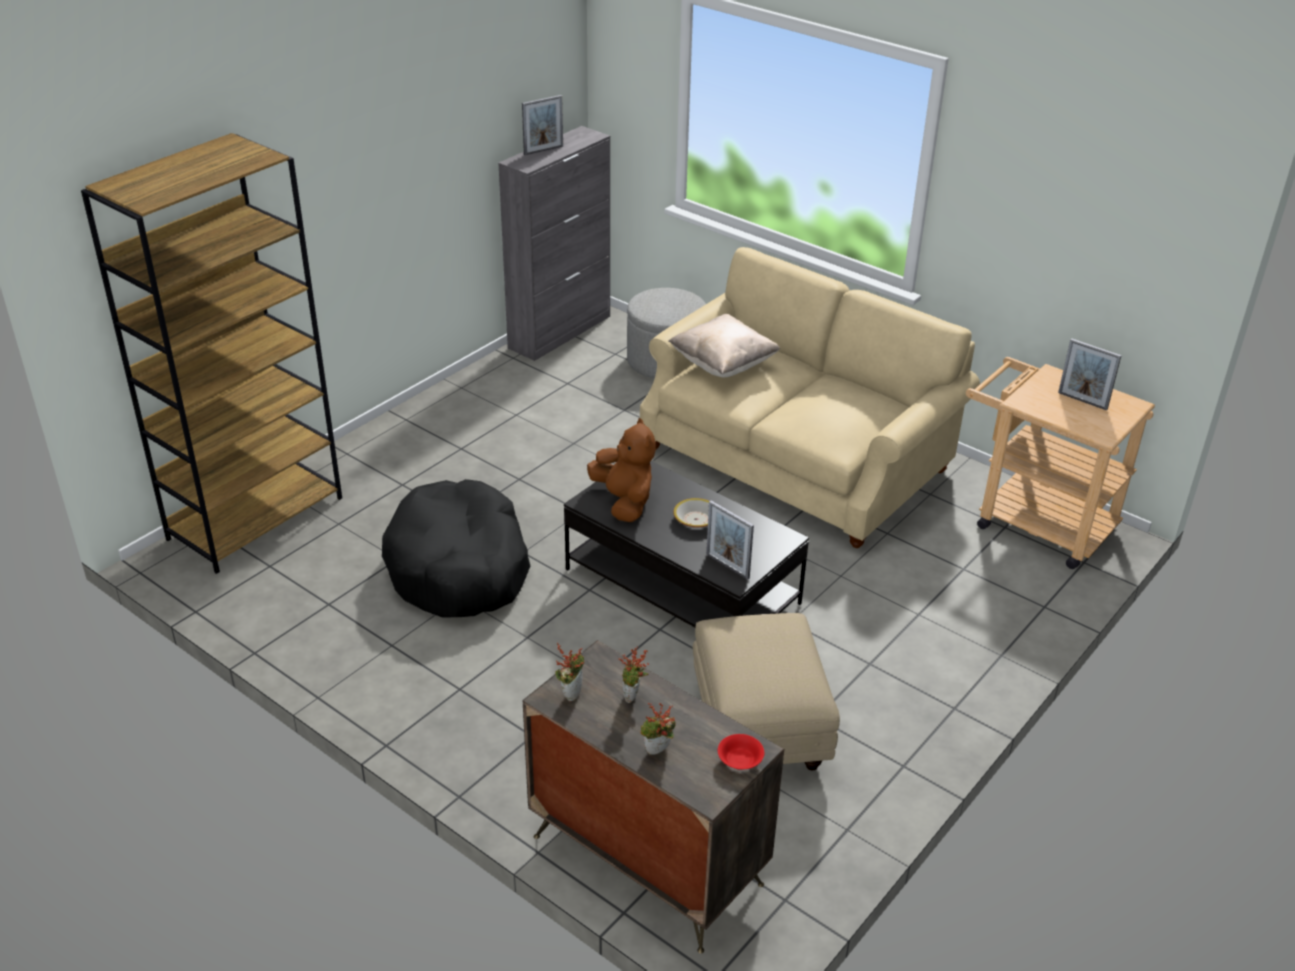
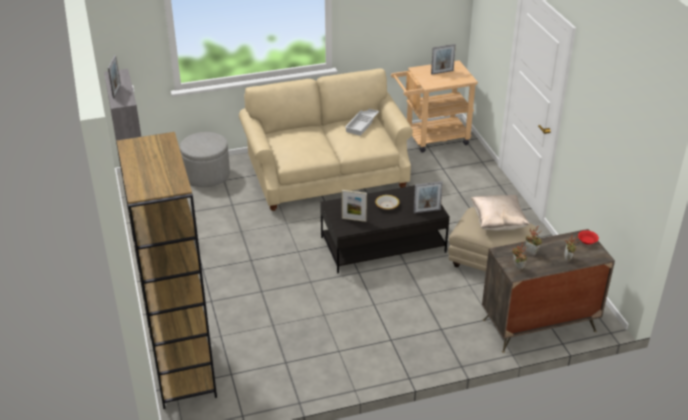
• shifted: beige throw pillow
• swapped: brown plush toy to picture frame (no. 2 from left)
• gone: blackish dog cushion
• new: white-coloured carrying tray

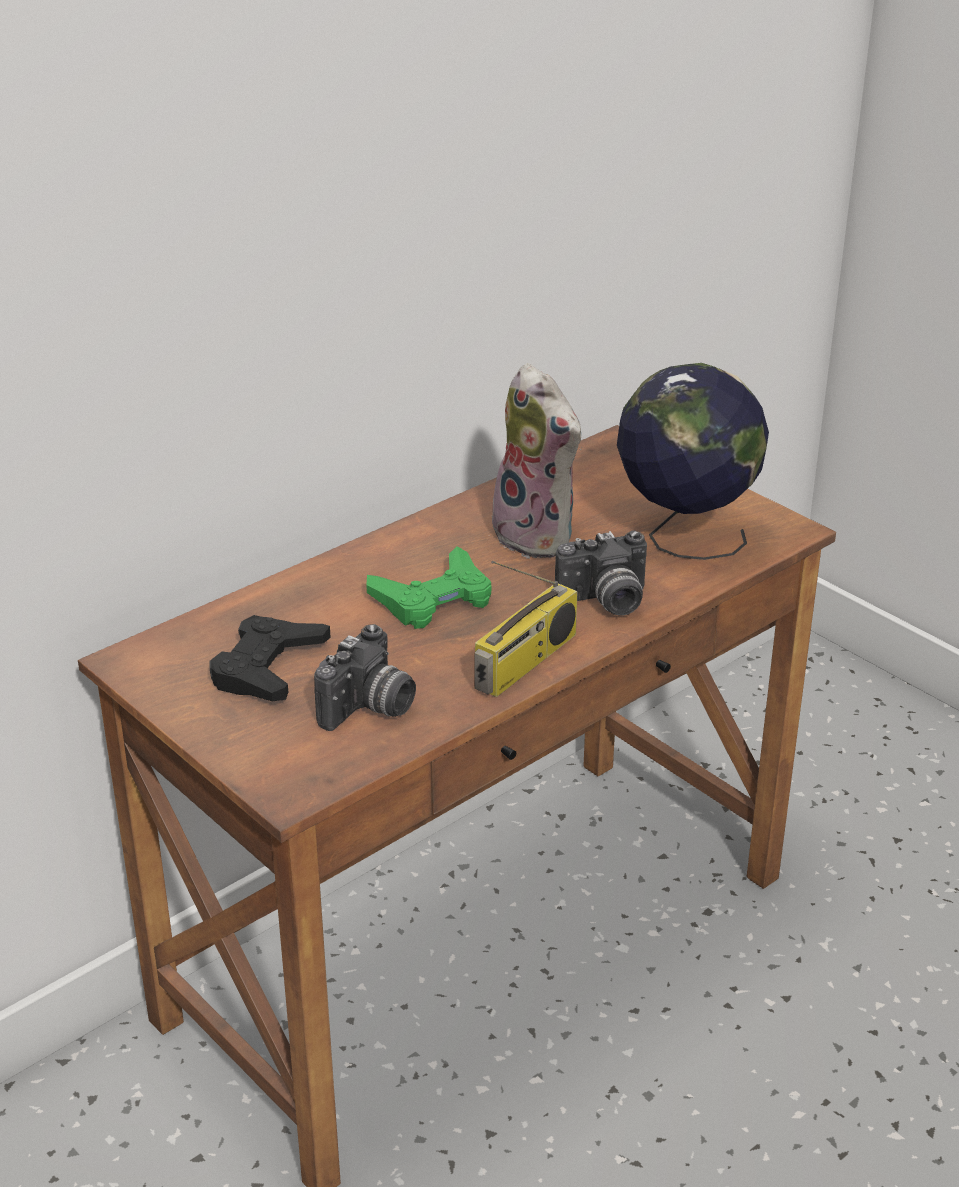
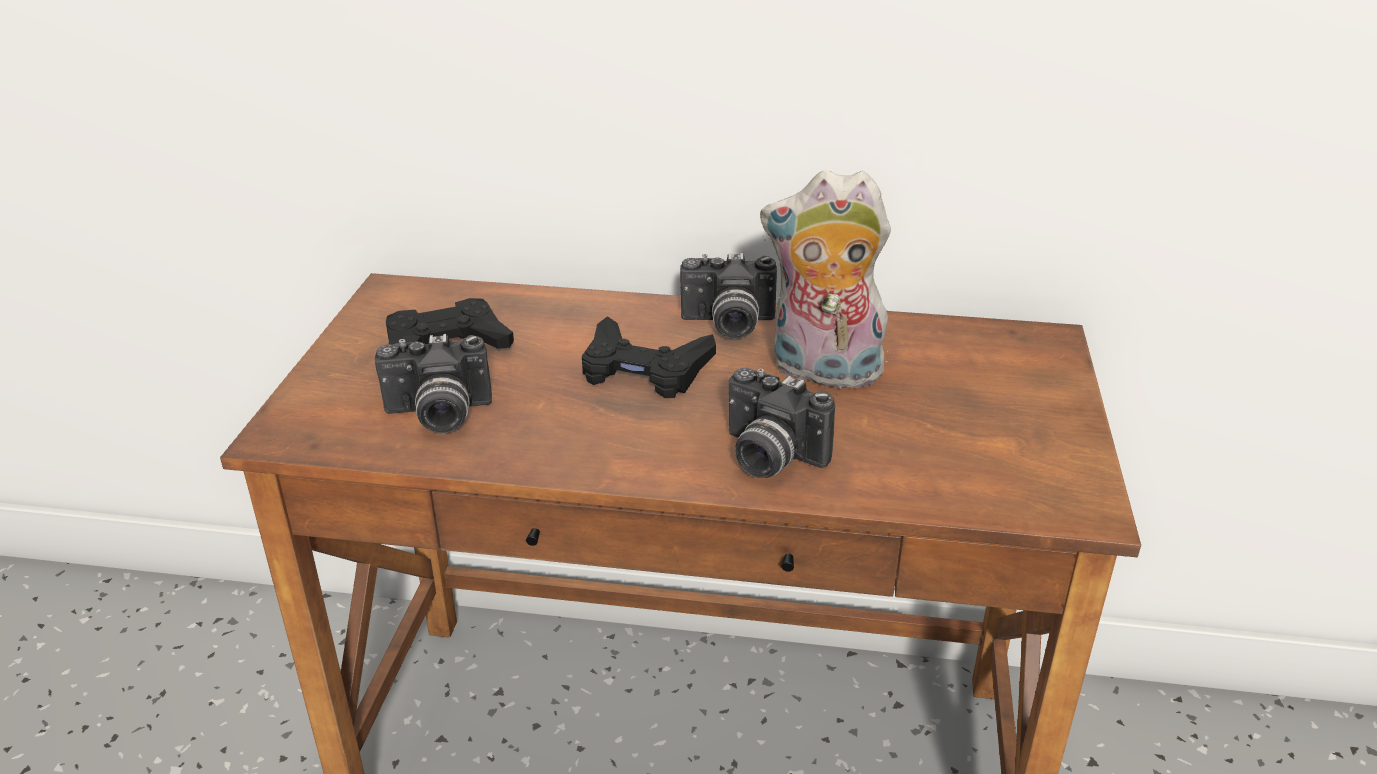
• rotated: plush toy 90 degrees clockwise
• gone: world globe
• repainted: green joypad to blackish joypad (no. 2 from left)
• gone: radio
• new: photo camera (no. 2 from left)

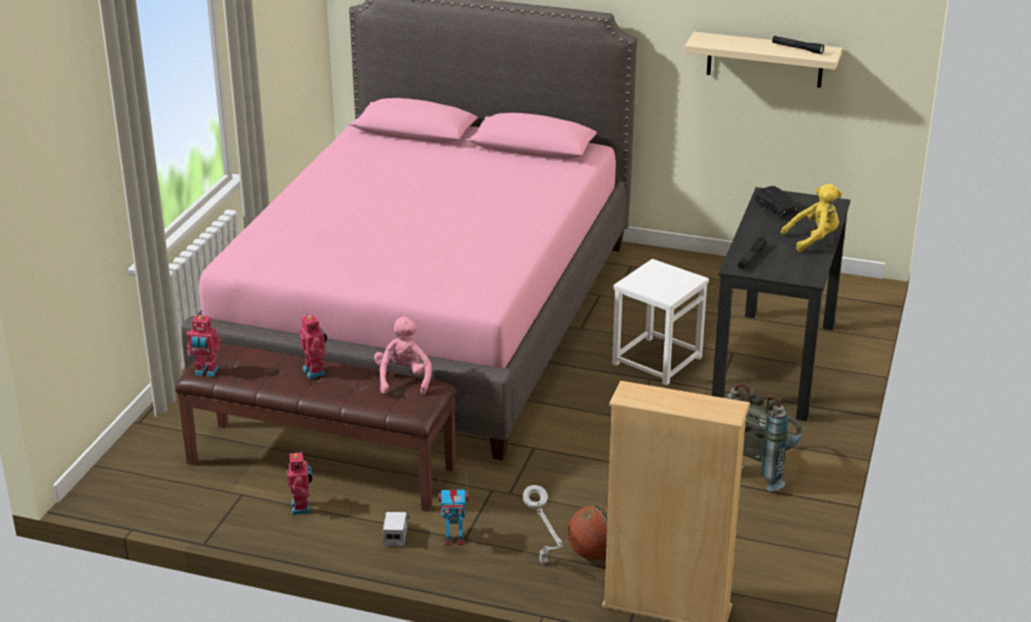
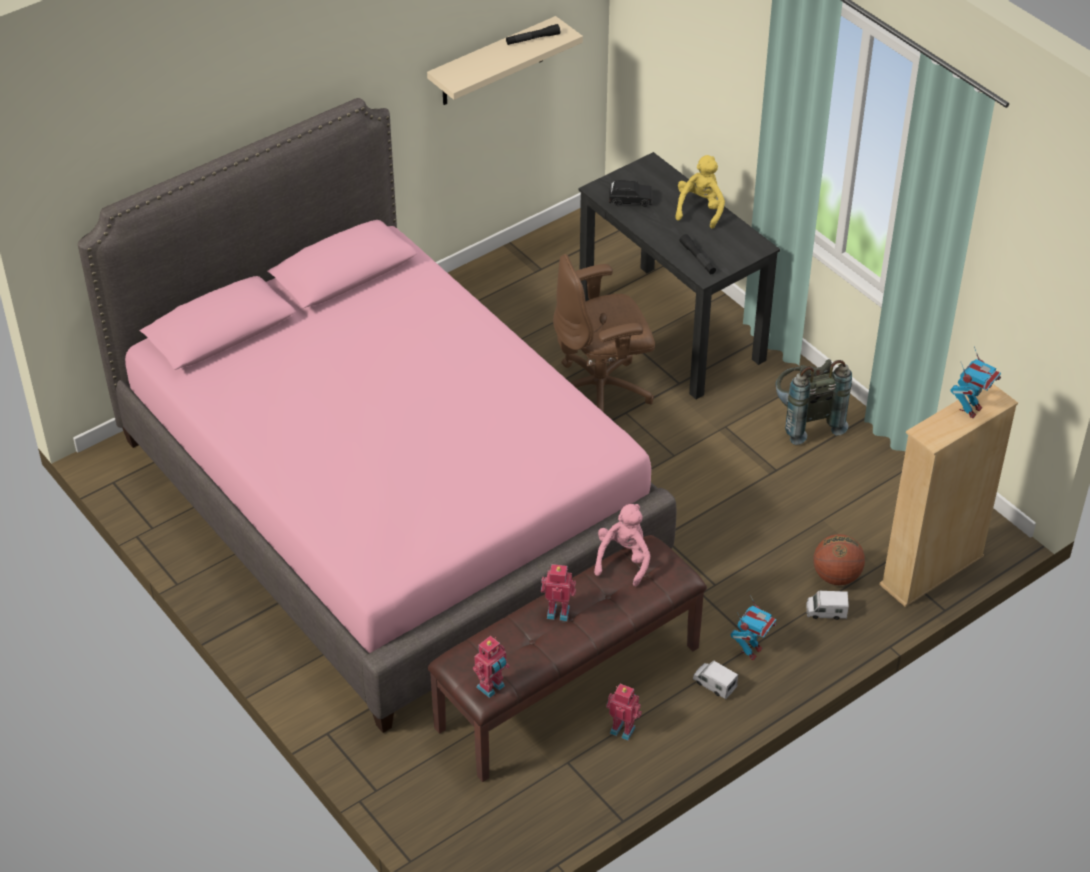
• swapped: white-coloured sitting stool to brown computer chair
• rotated: pink plush toy 75 degrees clockwise
• swapped: grey tabletop lamp to toy truck (no. 2 from left)
• new: robot figure (no. 5 from left)

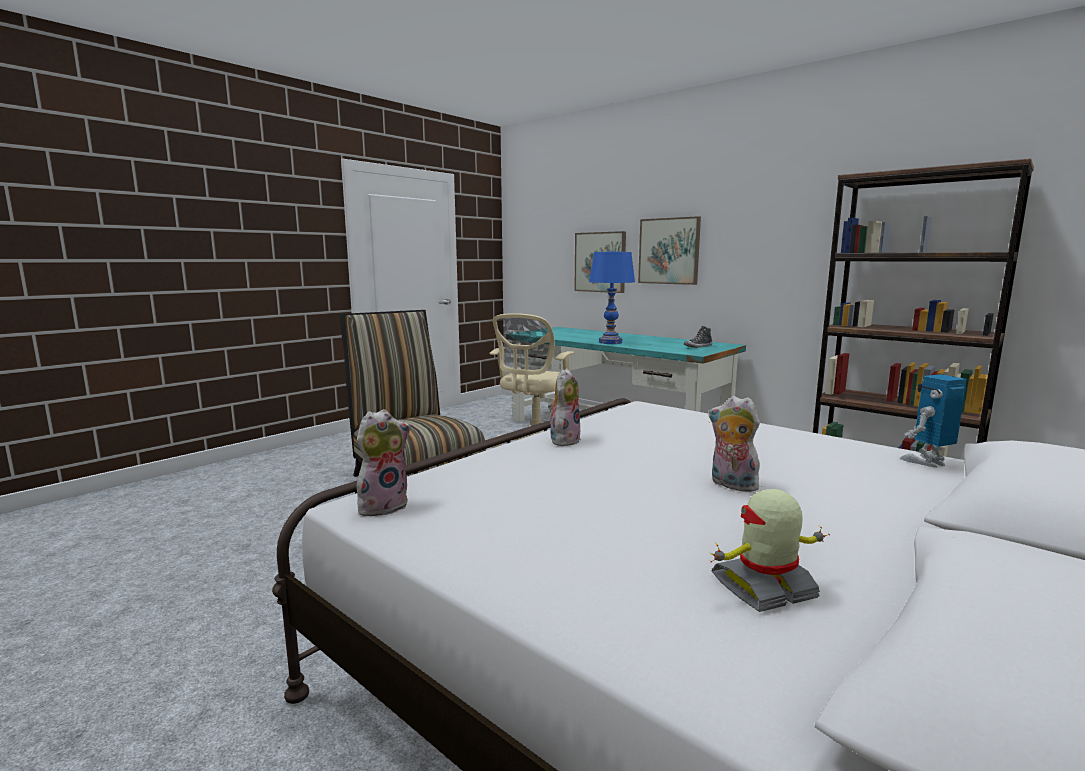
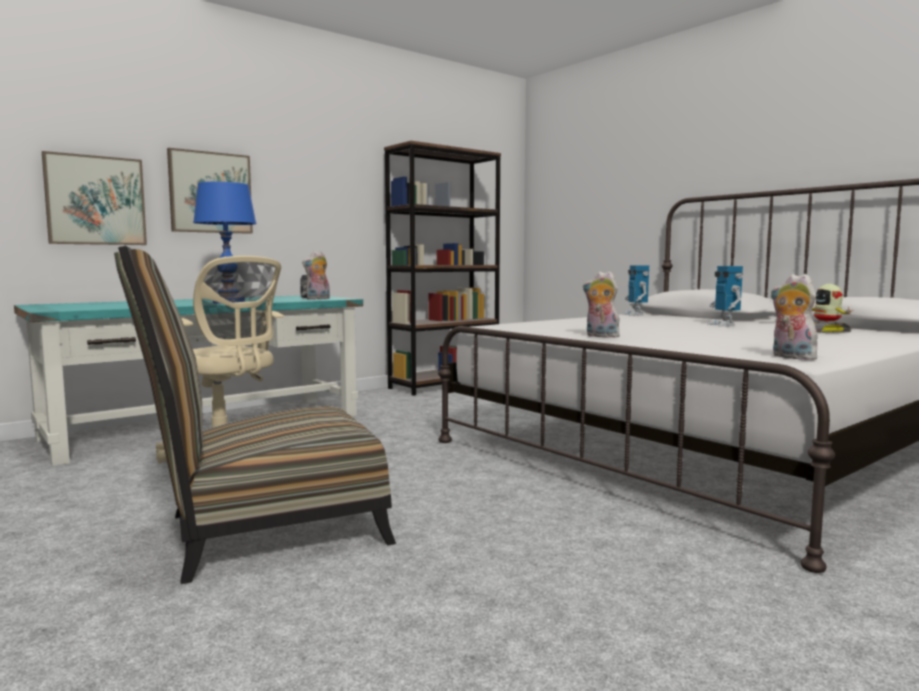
• shifted: plush toy (no. 3 from left in the first image) to plush toy (no. 1 from left)
• new: robot figure (no. 2 from left)

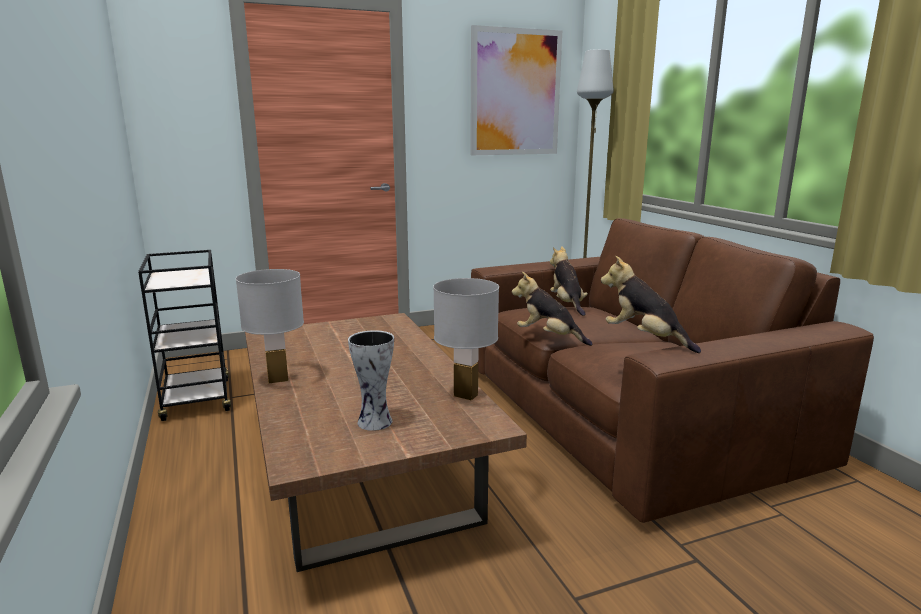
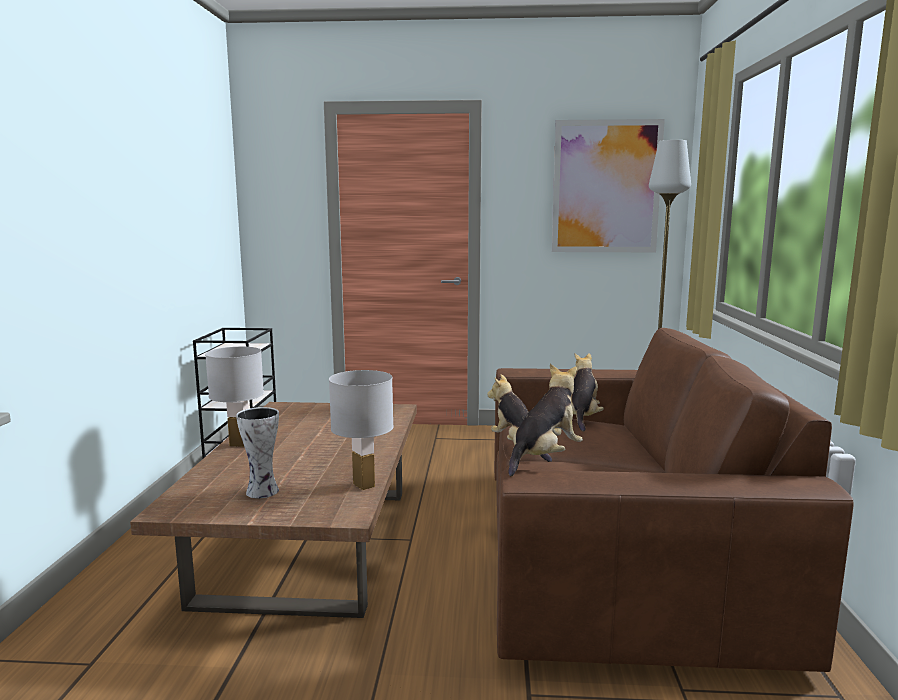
• rotated: plush toy (no. 3 from left in the first image) 60 degrees clockwise

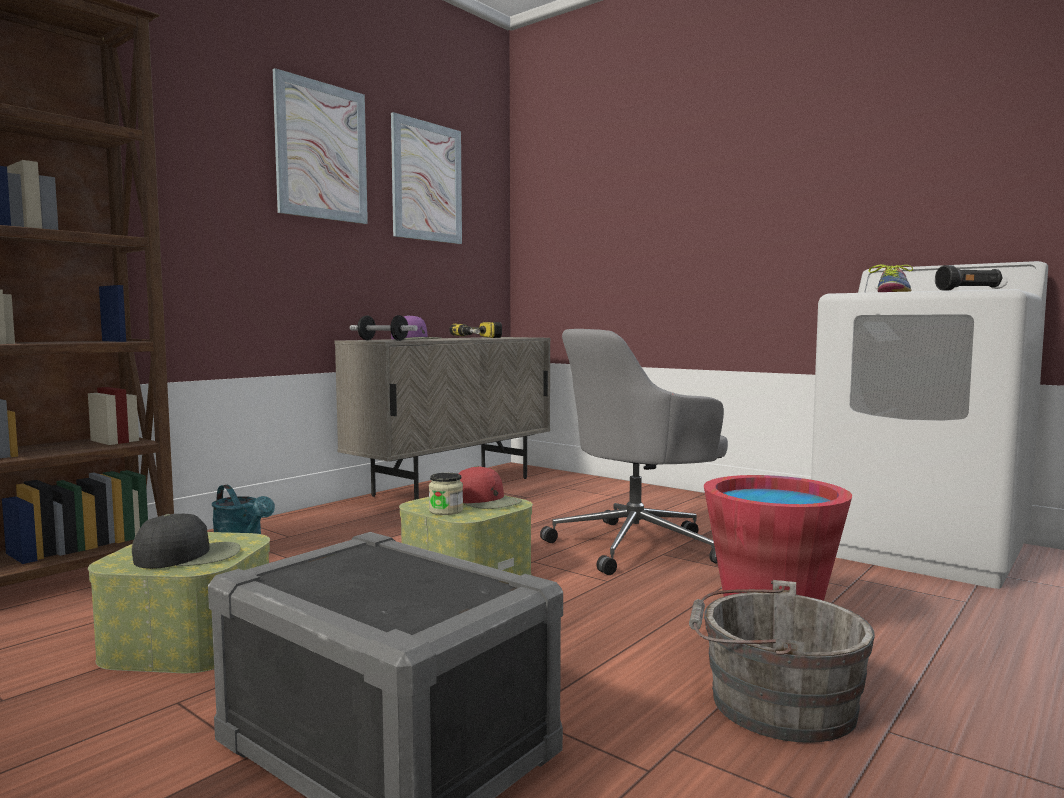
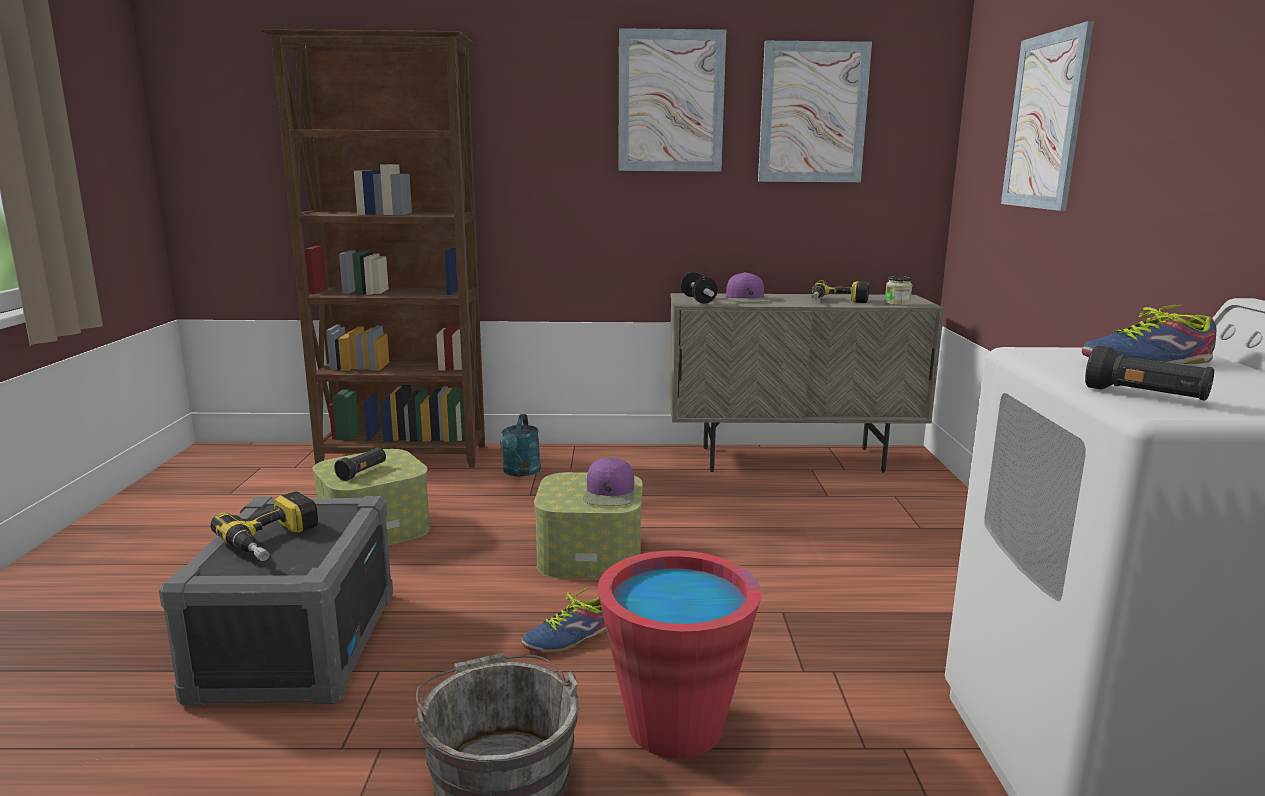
• gone: grey computer chair
• repainted: reddish peaked cap to purplish peaked cap (no. 1 from left)
• shifted: preserve jar
• swapped: blackish peaked cap to blackish hand torch (no. 1 from left)
• new: wall art (no. 3 from left)
• new: power drill (no. 1 from left)
• new: low shoe (no. 1 from left)

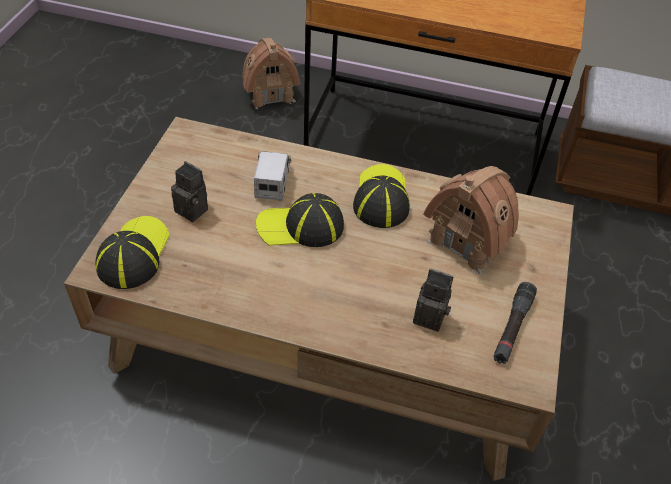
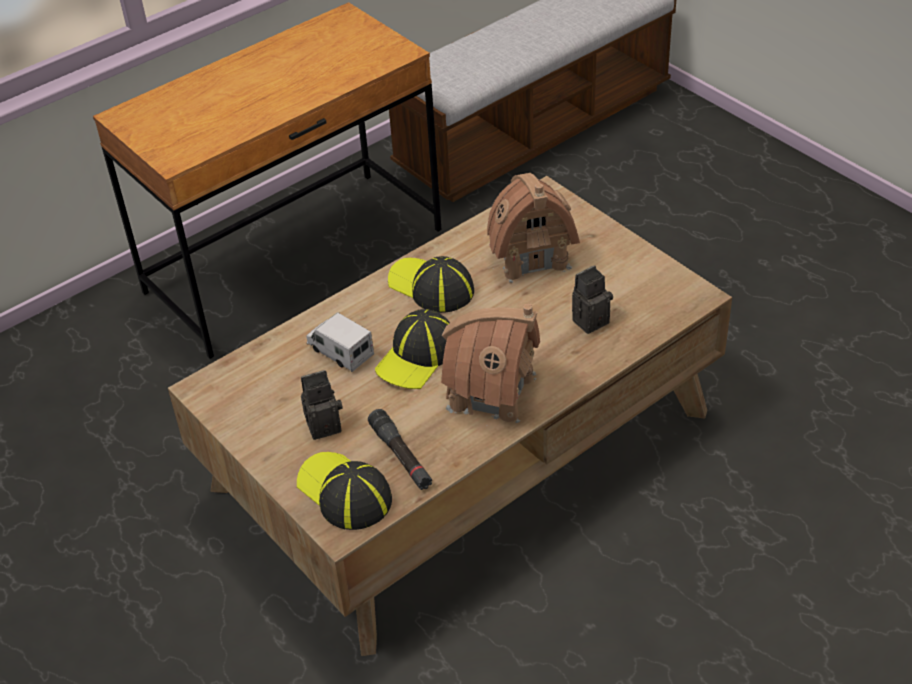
• shifted: miniature house (no. 1 from left)
• shifted: blackish hand torch

